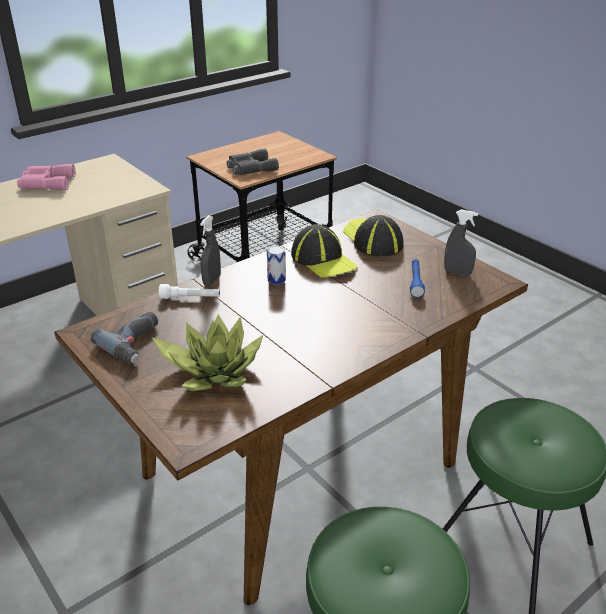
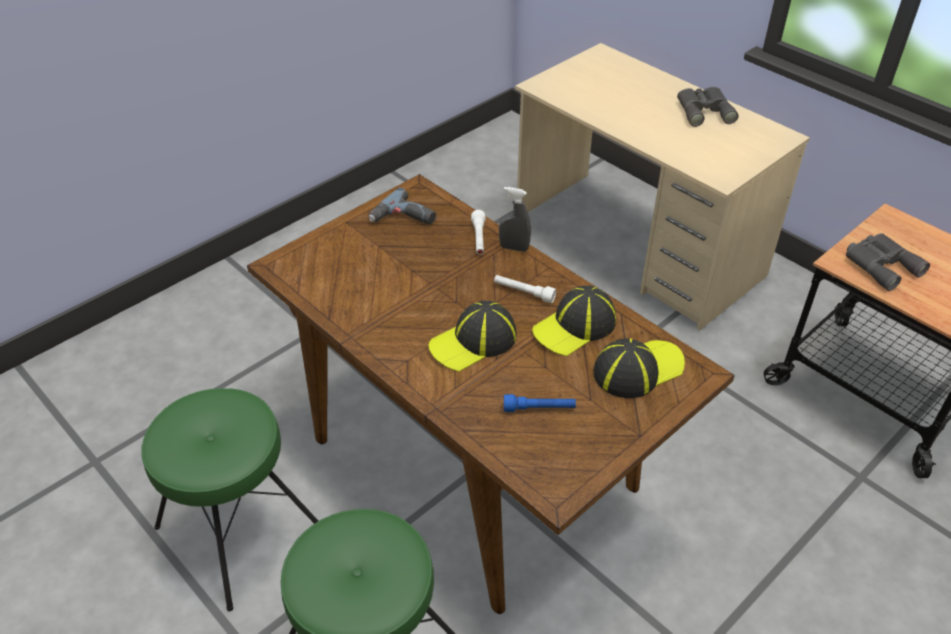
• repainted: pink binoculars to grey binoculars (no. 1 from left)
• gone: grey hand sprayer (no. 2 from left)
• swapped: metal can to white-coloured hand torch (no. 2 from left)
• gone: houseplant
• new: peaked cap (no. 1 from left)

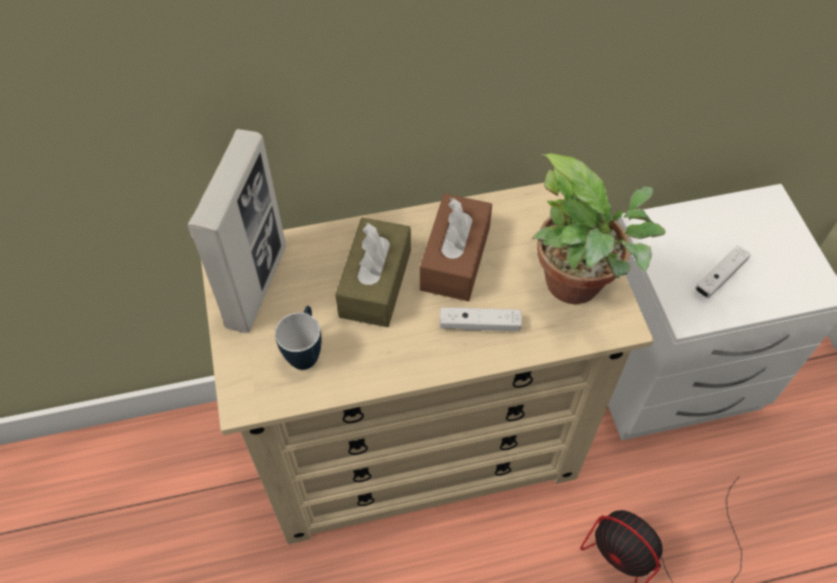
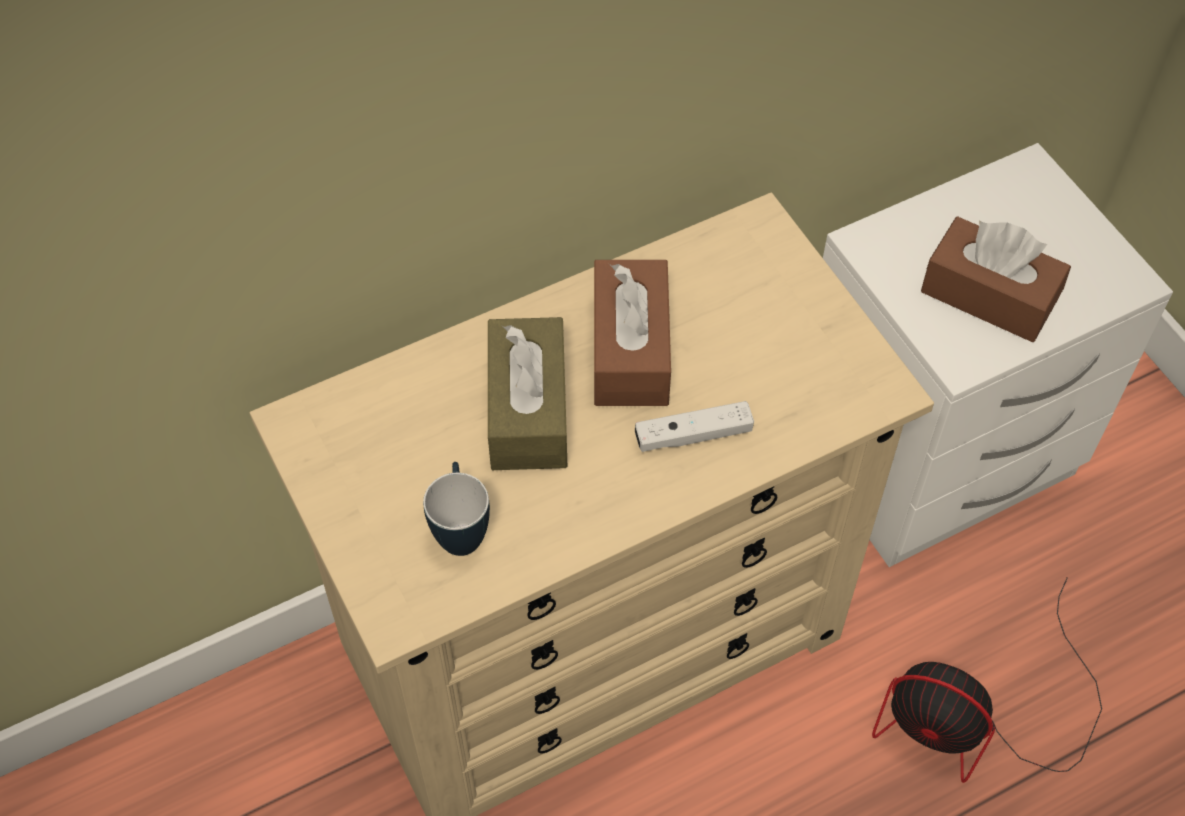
• gone: picture frame
• gone: houseplant
• swapped: white-coloured joypad (no. 2 from left) to brown tissue box (no. 3 from left)

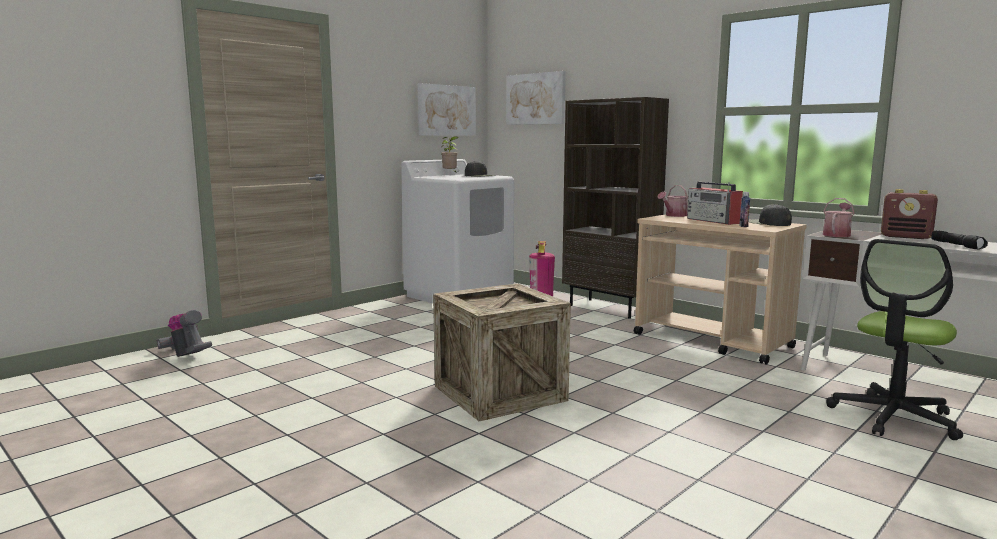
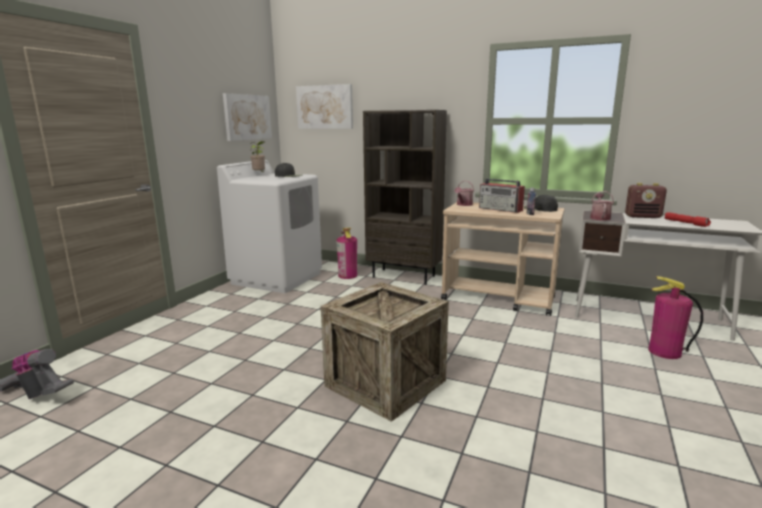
• repainted: blackish hand torch to reddish hand torch
• swapped: computer chair to fire extinguisher (no. 2 from left)

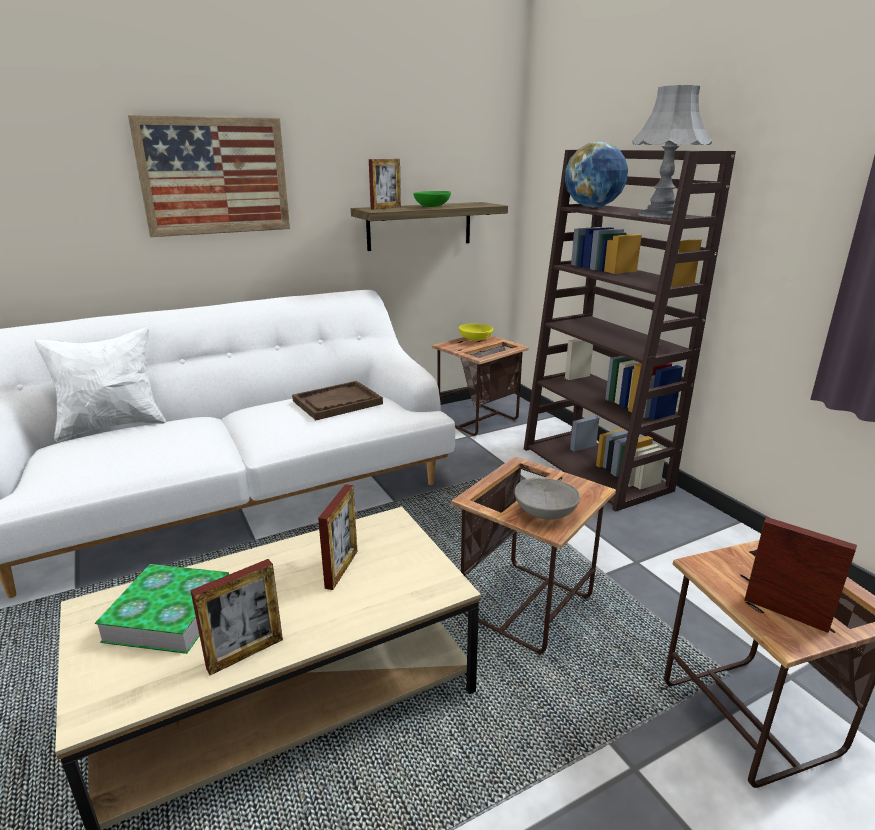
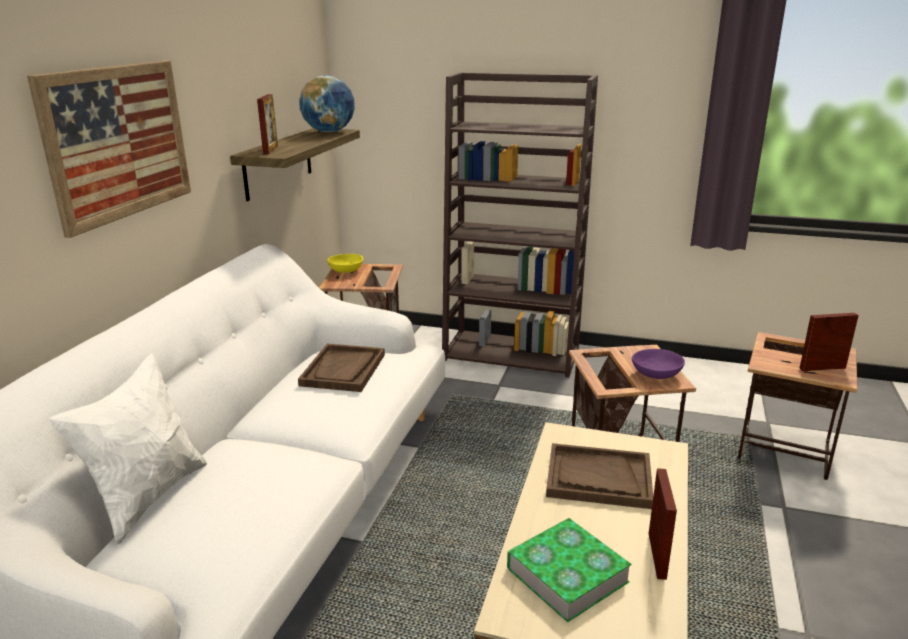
• gone: grey tabletop lamp
• shifted: world globe
• gone: green deep dish
• repainted: grey deep dish to purplish deep dish
• swapped: picture frame (no. 2 from left) to brown carrying tray (no. 2 from left)

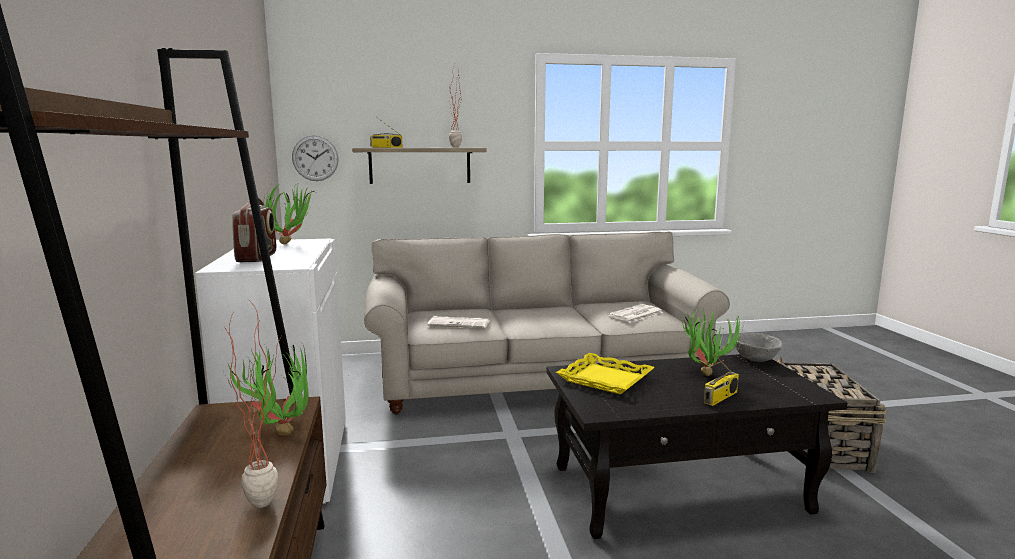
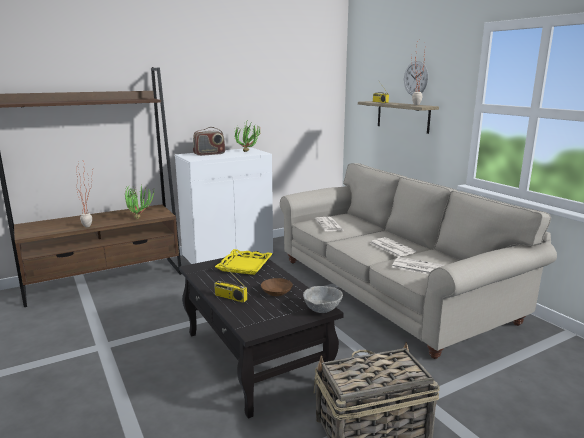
• shifted: clock on the wall
• swapped: houseplant (no. 5 from left) to brown deep dish
• new: newspaper (no. 2 from left)

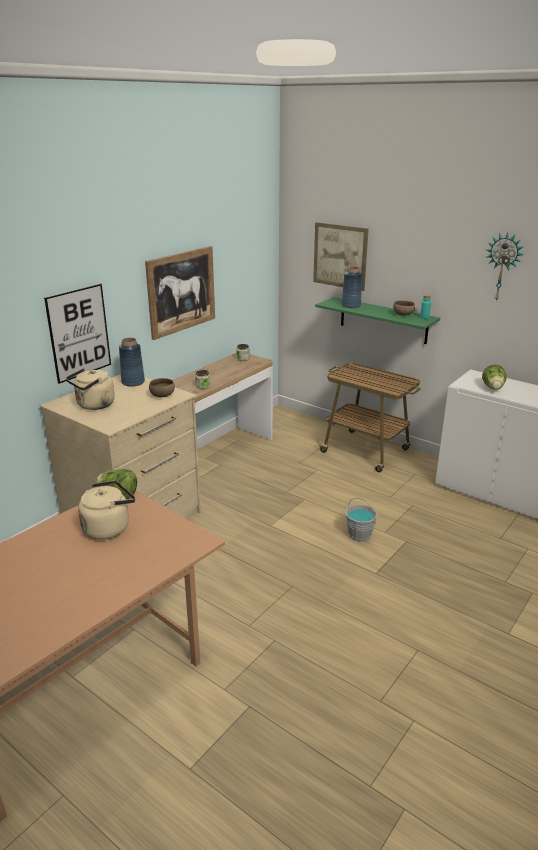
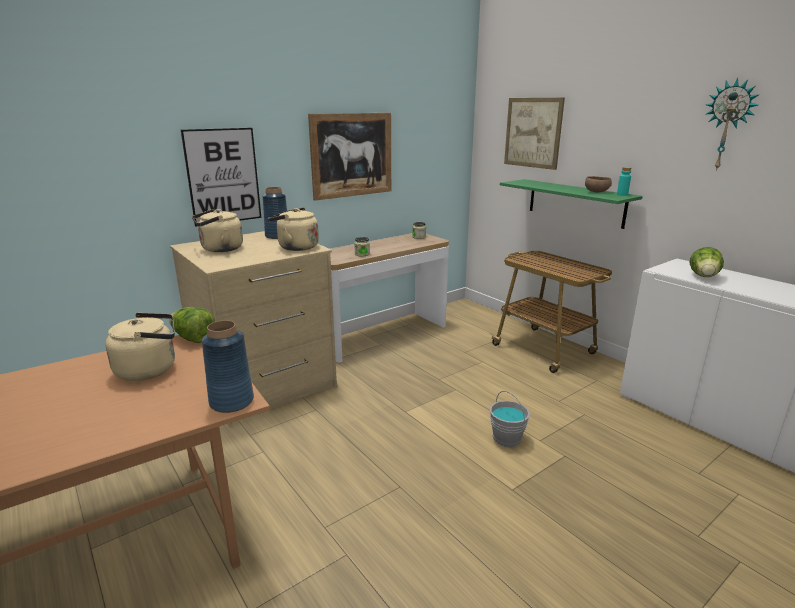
• shifted: bluish flower vase (no. 2 from left in the first image) to bluish flower vase (no. 1 from left)
• swapped: brown deep dish (no. 1 from left) to beige tea kettle (no. 3 from left)

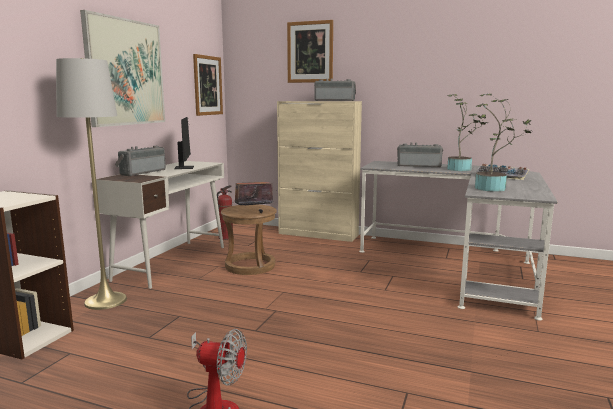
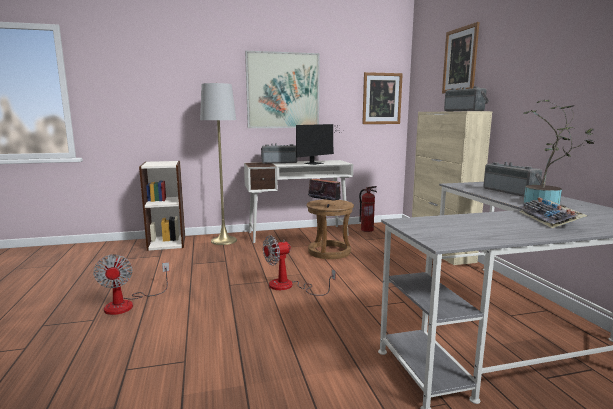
• gone: houseplant (no. 2 from left)
• new: fan (no. 2 from left)

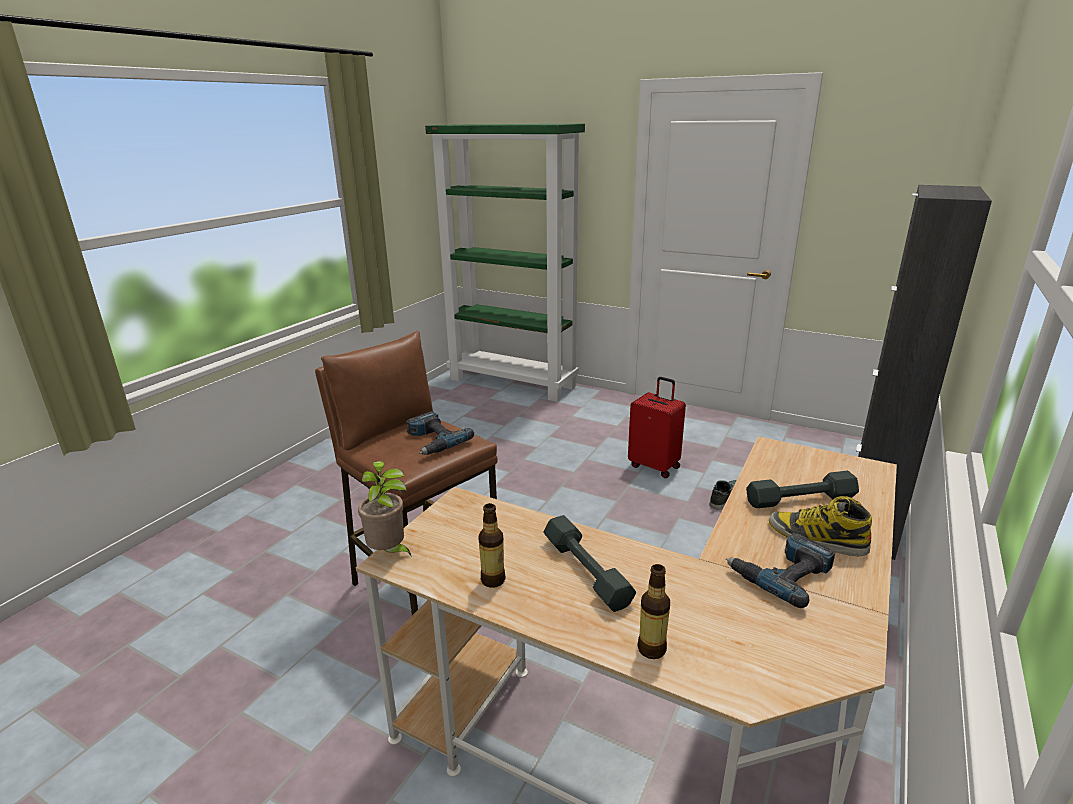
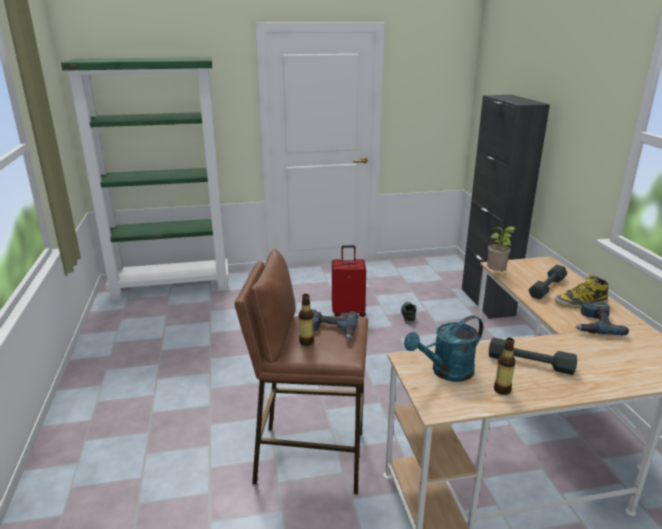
• shifted: houseplant
• shifted: drink bottle (no. 2 from left in the first image) to drink bottle (no. 1 from left)
• new: turquoise-coloured watering pot

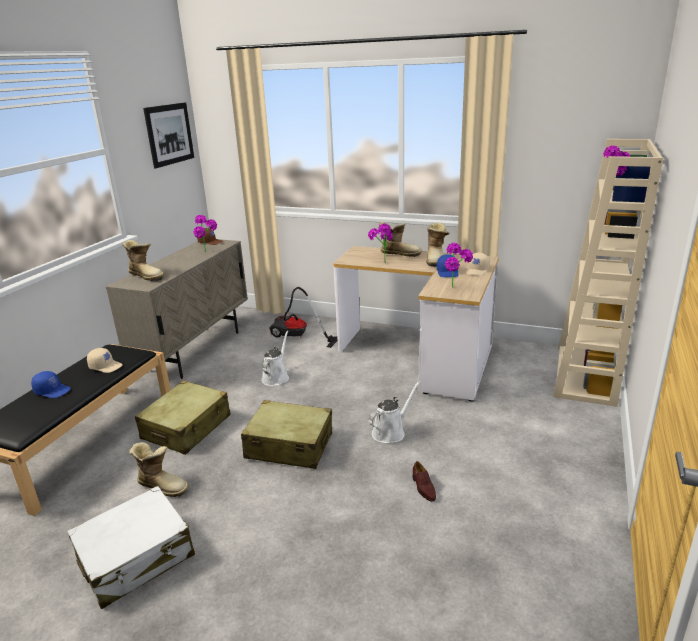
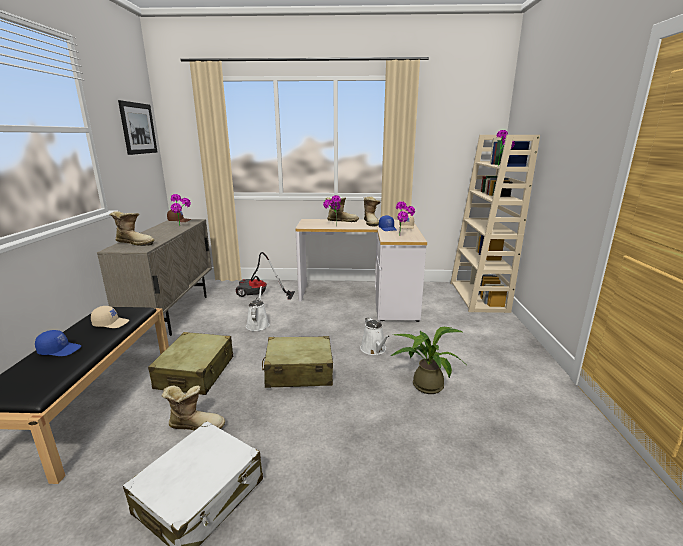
• rotated: white-coloured watering pot (no. 2 from left) 135 degrees clockwise
• swapped: brown low shoe to houseplant (no. 4 from left)

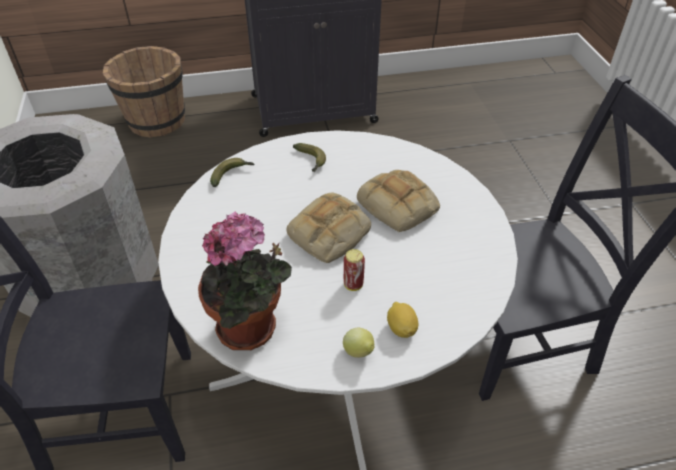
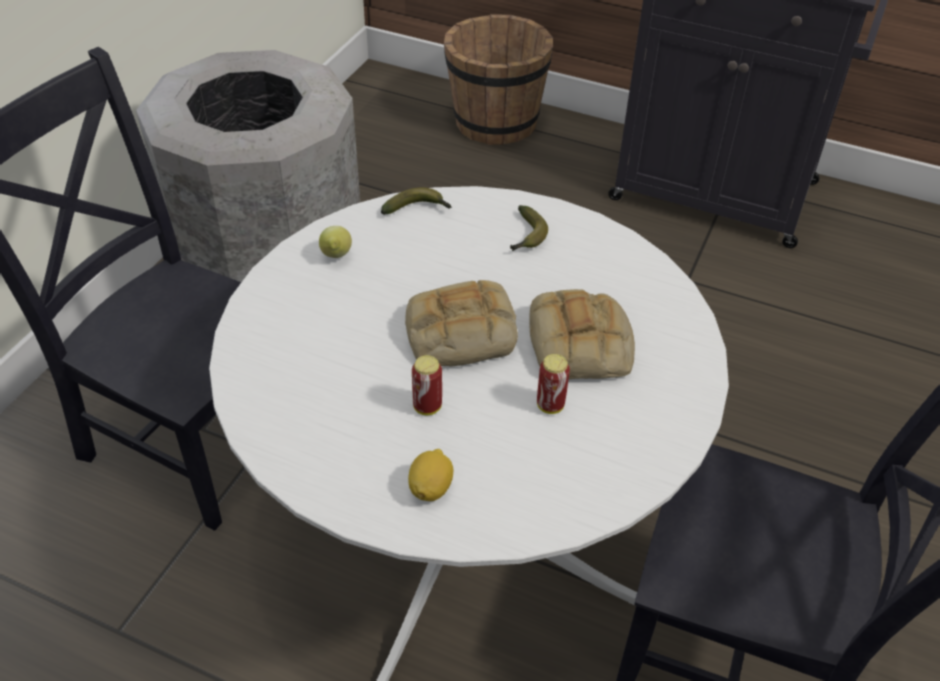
• gone: houseplant
• shifted: lemon (no. 1 from left)
• new: metal can (no. 2 from left)

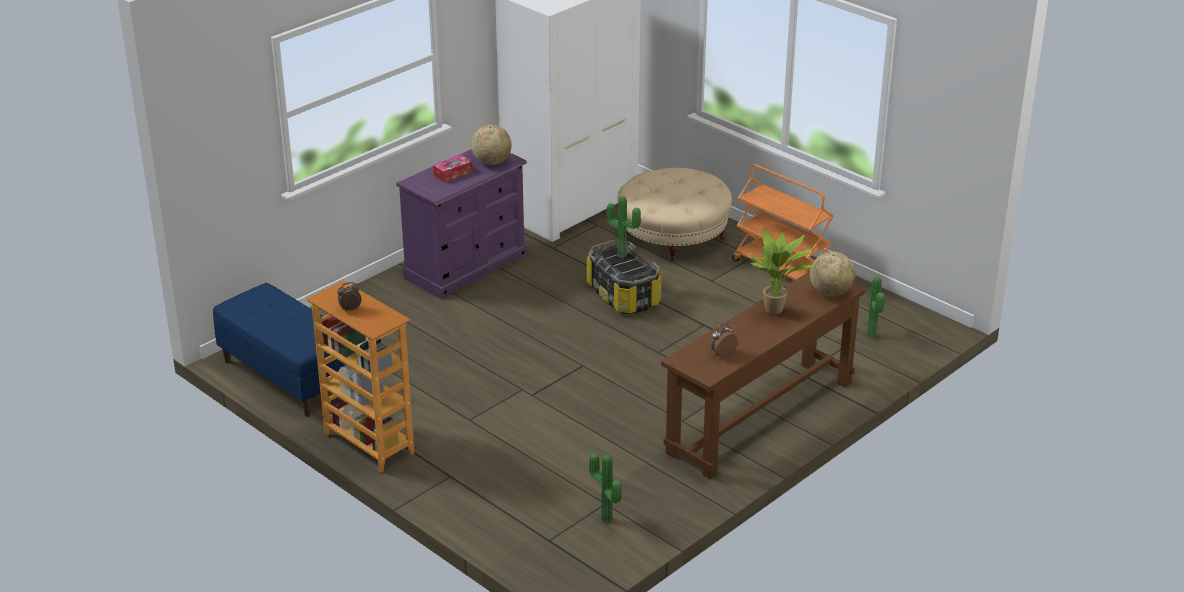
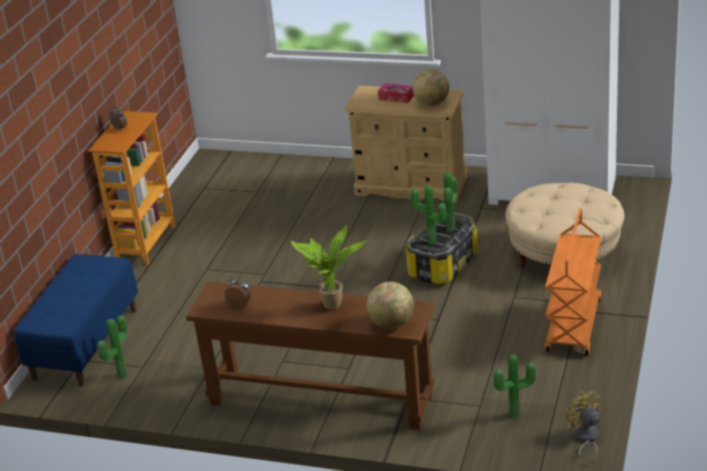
• repainted: purplish drawer chest to beige drawer chest
• shifted: bluish long seat
• new: houseplant (no. 3 from left)
• new: yellowish fan

